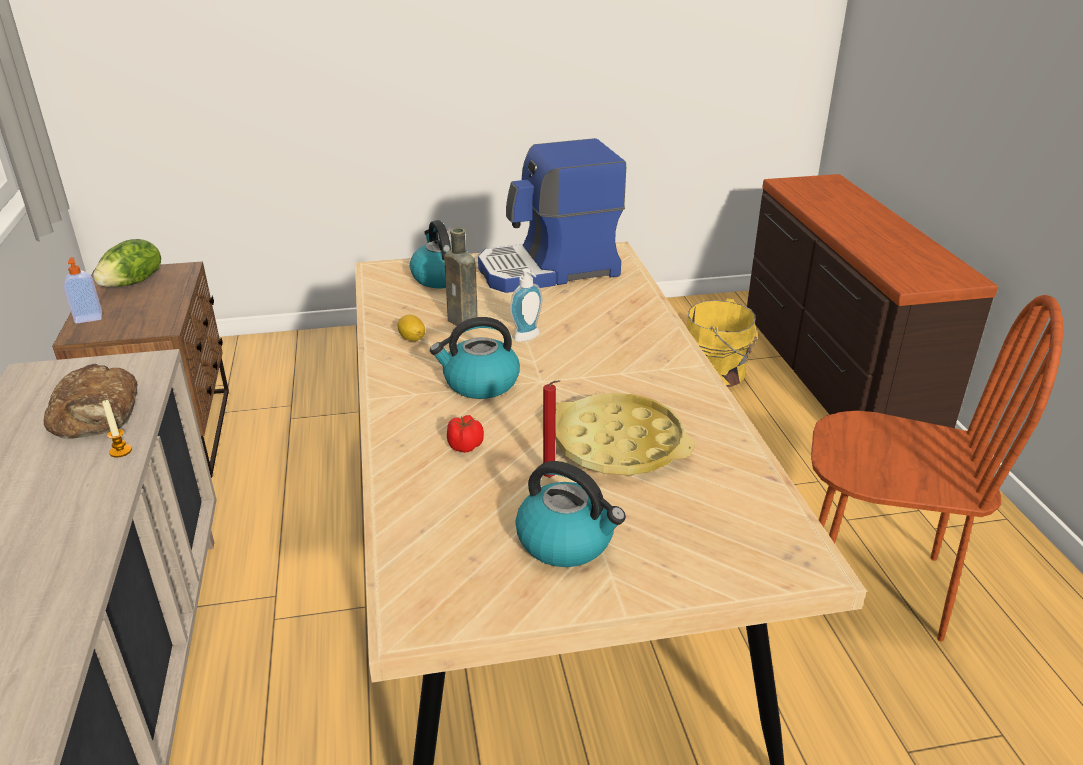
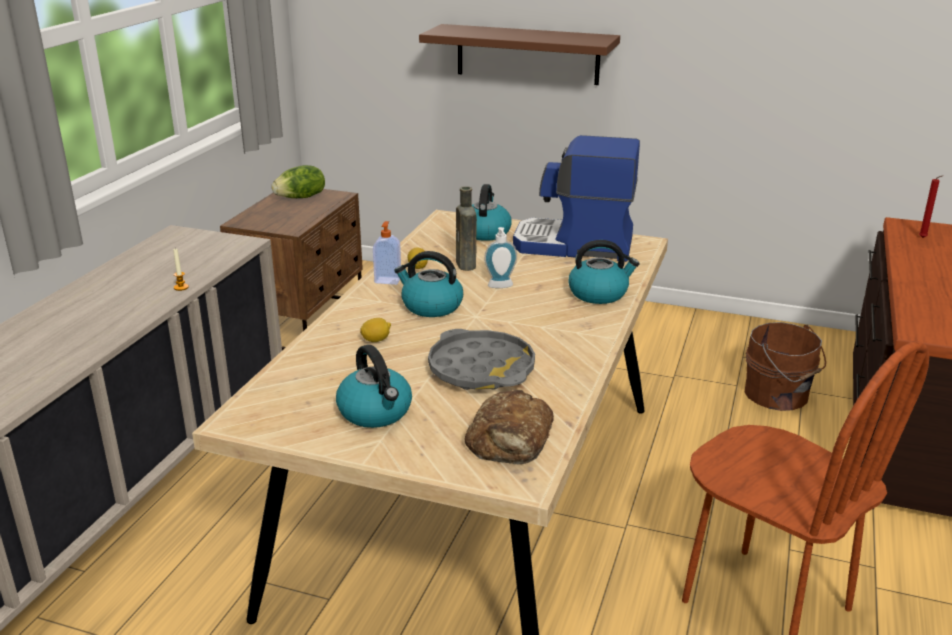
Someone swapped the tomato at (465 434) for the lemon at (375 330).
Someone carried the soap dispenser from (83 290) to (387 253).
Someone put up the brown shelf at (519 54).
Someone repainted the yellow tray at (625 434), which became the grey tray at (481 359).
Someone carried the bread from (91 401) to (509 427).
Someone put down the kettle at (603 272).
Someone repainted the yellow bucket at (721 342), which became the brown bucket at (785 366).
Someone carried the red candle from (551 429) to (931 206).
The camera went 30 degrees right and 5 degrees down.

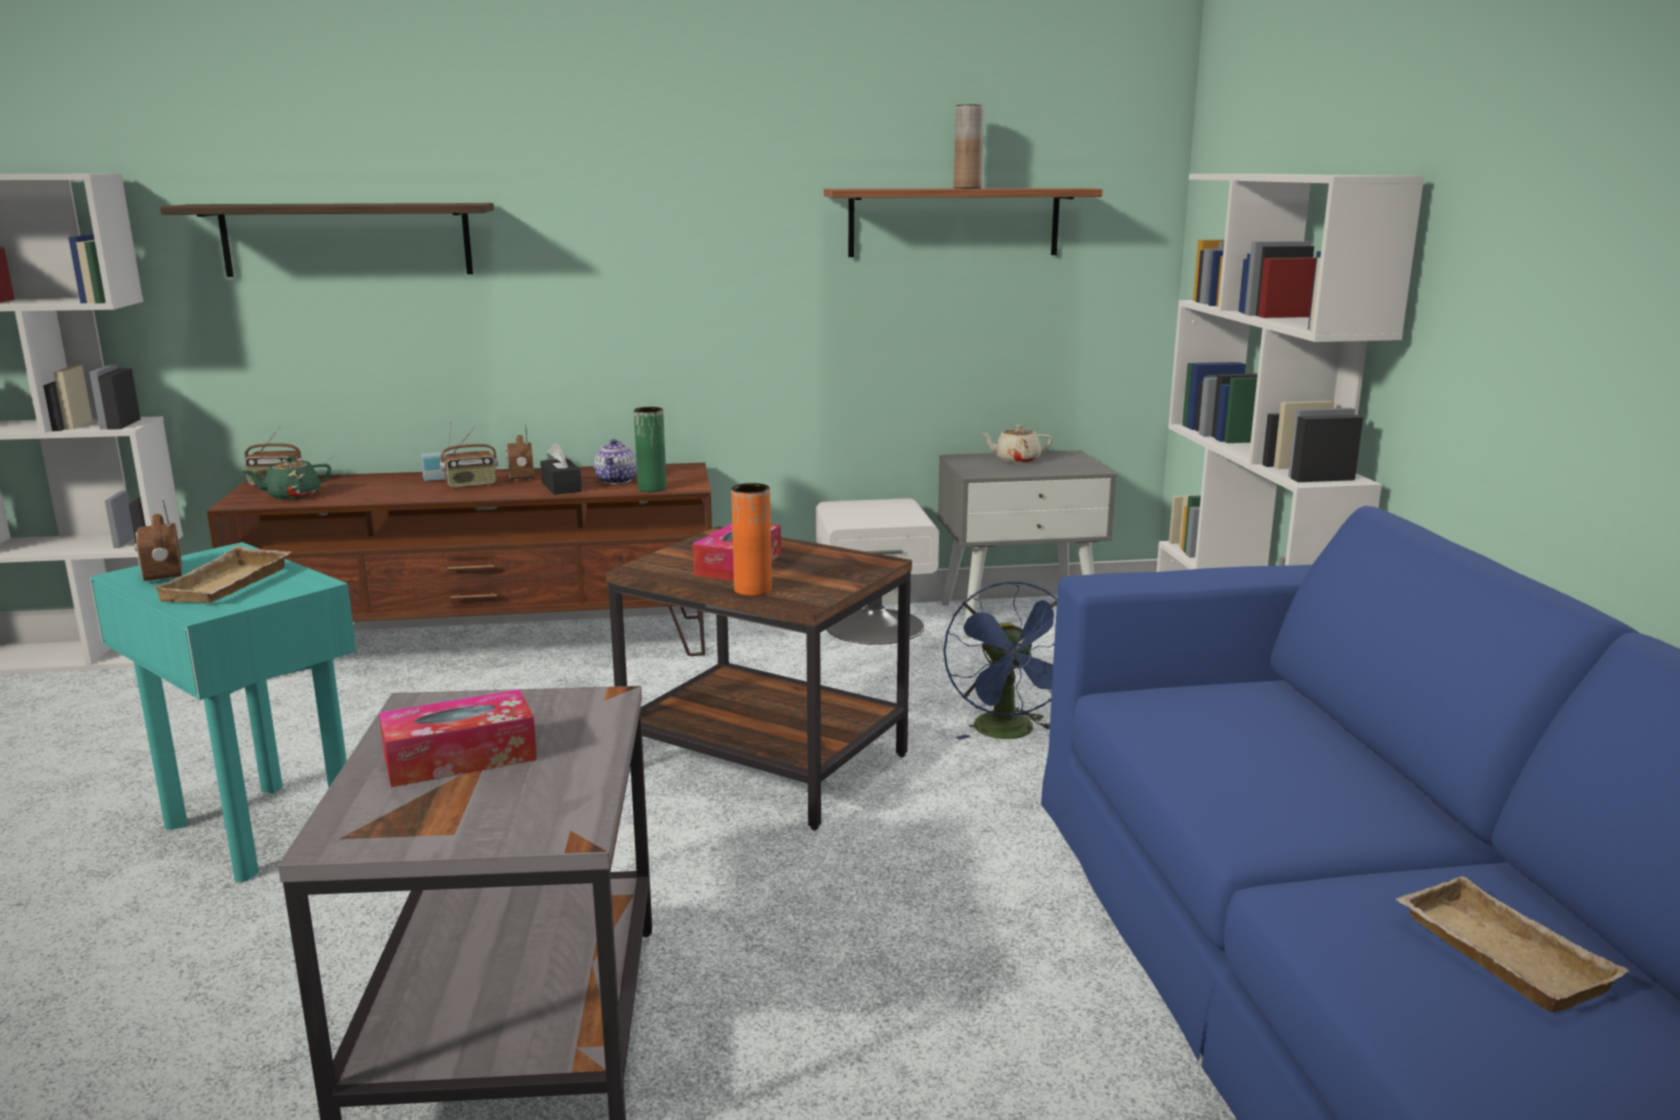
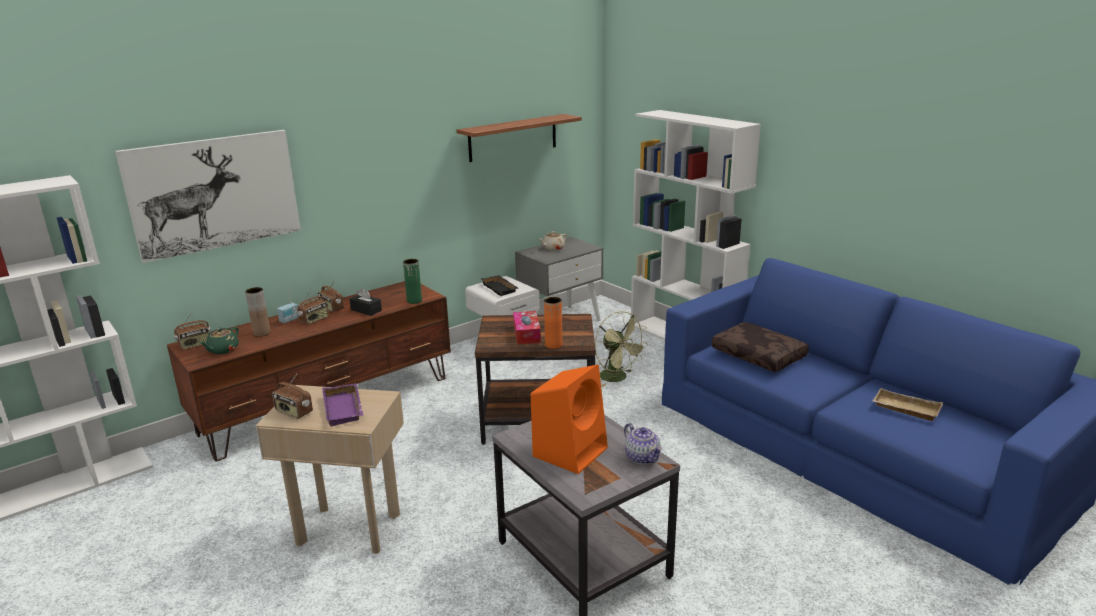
Someone swapped the shelf at (327 240) for the picture at (208 196).
Someone carried the brown vase from (969 146) to (257 312).
Someone repainted the turquoise side table at (222 712), which became the beige side table at (330 469).
Someone repainted the beige tray at (221 574), which became the purple tray at (342 404).
Someone put down the black tray at (499 285).
Someone swapped the tissue box at (458 738) for the orange speaker at (569 419).
Someone repainted the blue fan at (1000 660), which became the green fan at (621 349).
Someone carried the teapot from (615 461) to (643 443).
Someone put down the brown pillow at (760 347).
The camera went 30 degrees left and 5 degrees up.

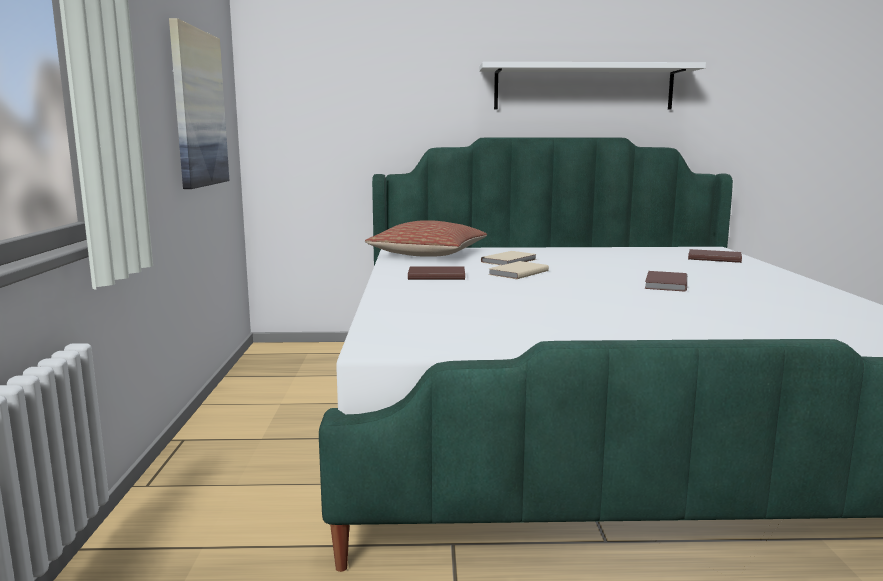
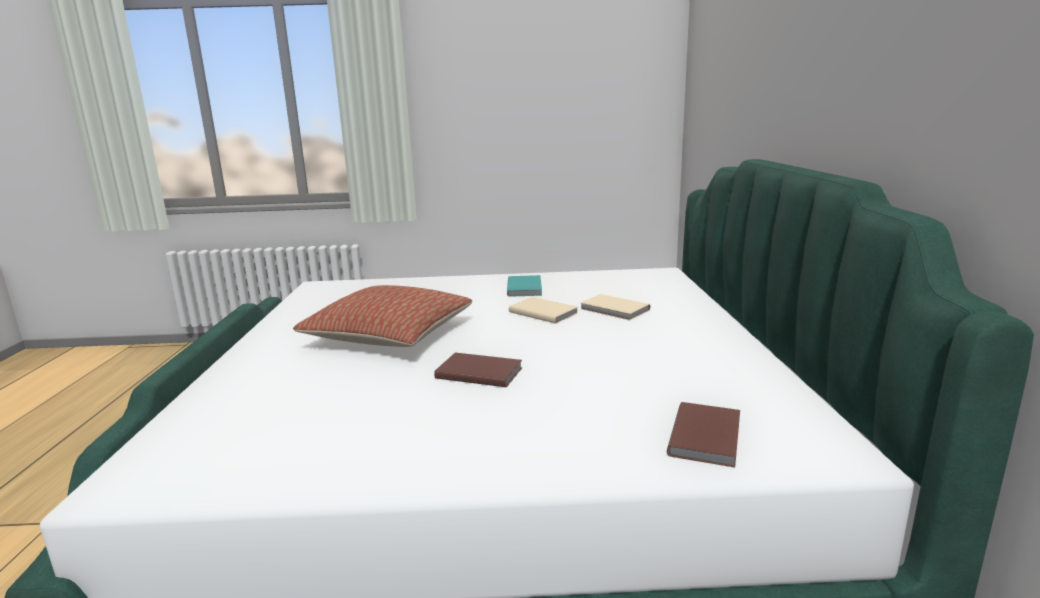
Someone carried the pillow from (426 238) to (382 316).
Someone repainted the brown book at (436 273), which became the turquoise book at (524 286).
Someone took away the picture at (199 103).
Someone took away the white shelf at (592 86).
The camera went 90 degrees right and 5 degrees up.

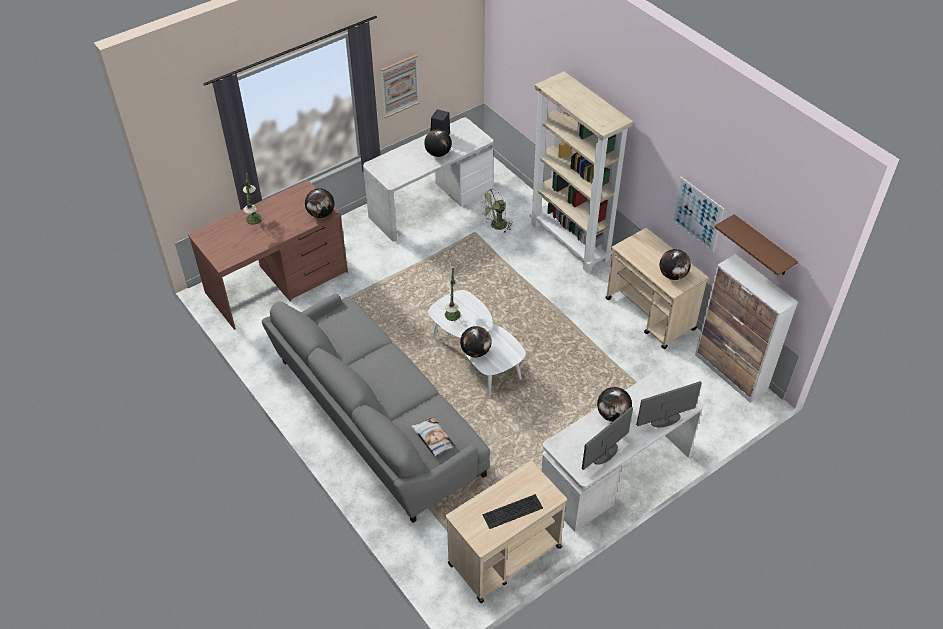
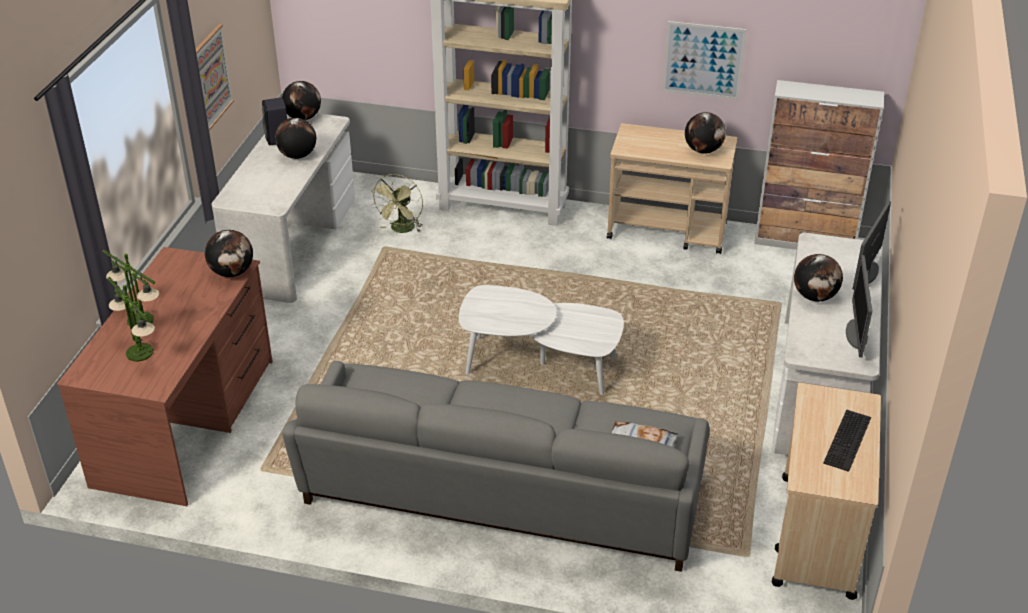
Someone carried the table lamp from (453 294) to (131 319).
Someone carried the globe from (476 341) to (301 100).
Someone took away the brown shelf at (756 245).
The camera went 40 degrees left and 10 degrees down.

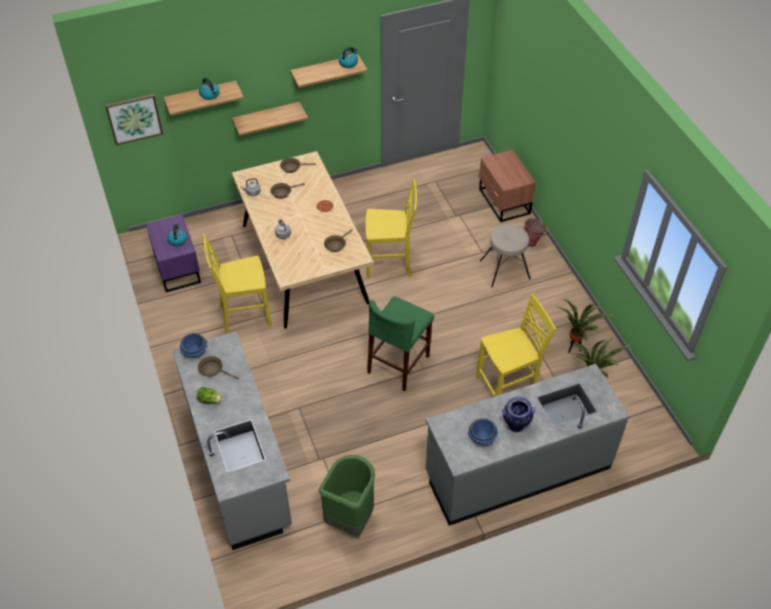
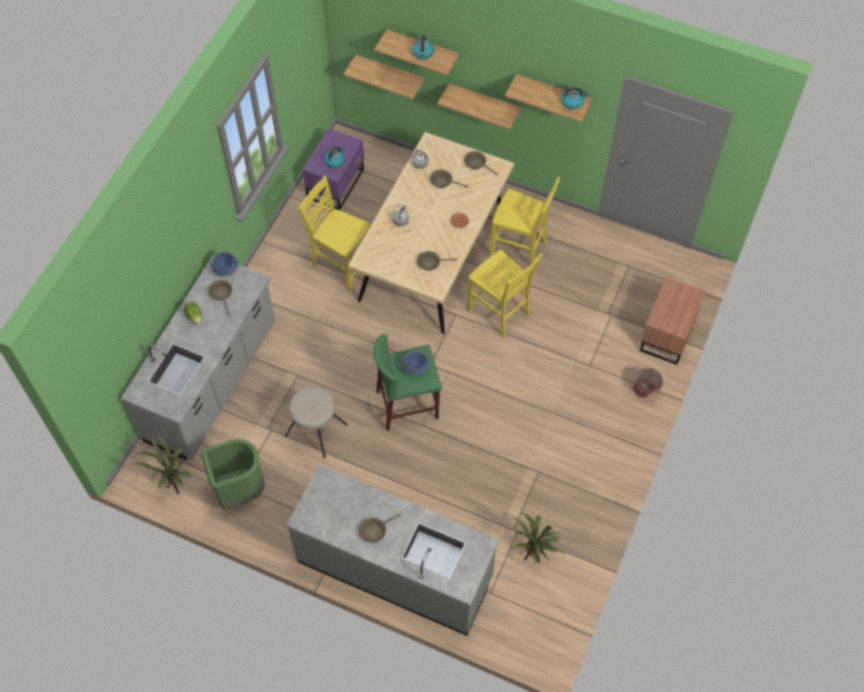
Someone carried the potted plant from (587 326) to (160 465).
Someone carried the beige stool from (505 255) to (316 422).
Someone put up the shelf at (384 77).
Someone swapped the vase at (519 414) for the brown frying pan at (380 528).
Someone carried the blue bowl from (483 431) to (416 363).
Someone carried the yellow chair from (516 345) to (524 220).
Someone took away the picture at (134 119).
The camera went 45 degrees right and 10 degrees up.

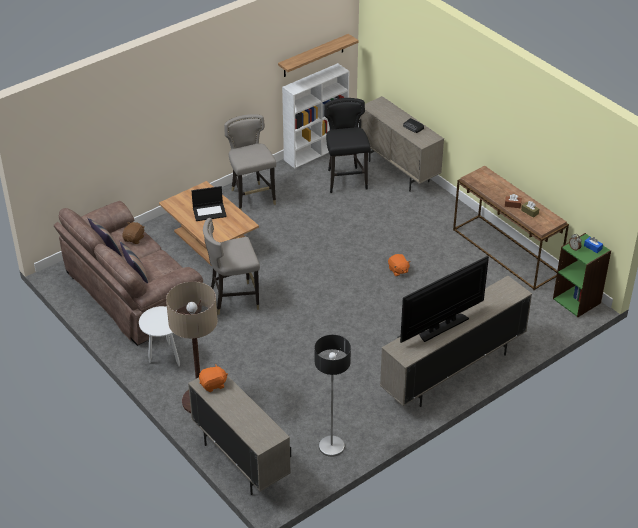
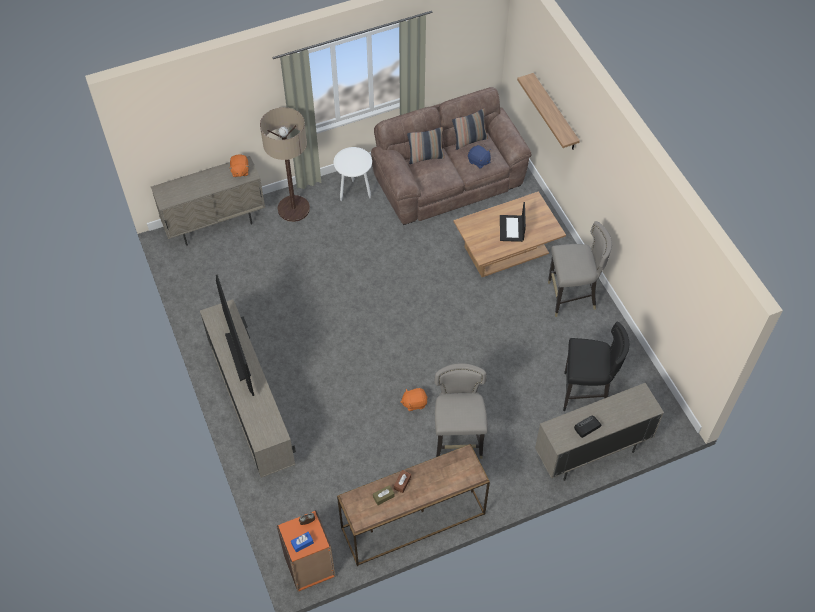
Someone repainted the green bookcase at (582 275), which became the orange bookcase at (306 551).
Someone carried the grey stool from (231 266) to (461 411).
Someone repainted the brown plush toy at (133 233), which became the blue plush toy at (479 157).
Someone carried the shelf from (318 55) to (548 111).
Someone took away the white bookcase at (315 116).
Someone took away the floor lamp at (332 396).
The camera went 105 degrees right and 15 degrees up.

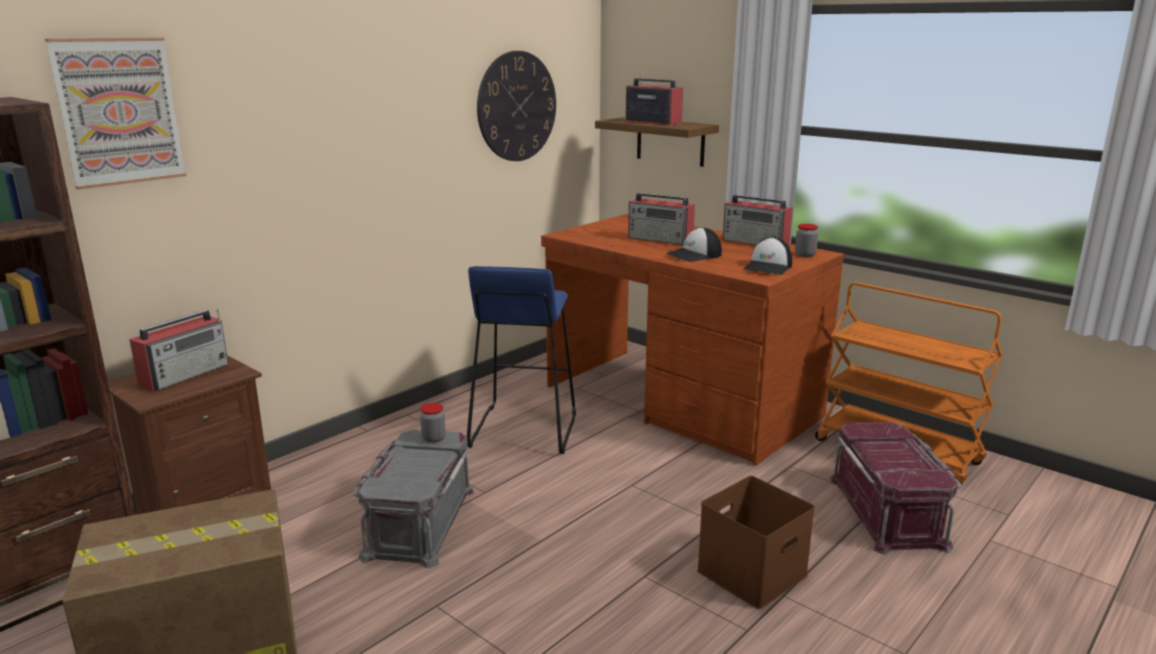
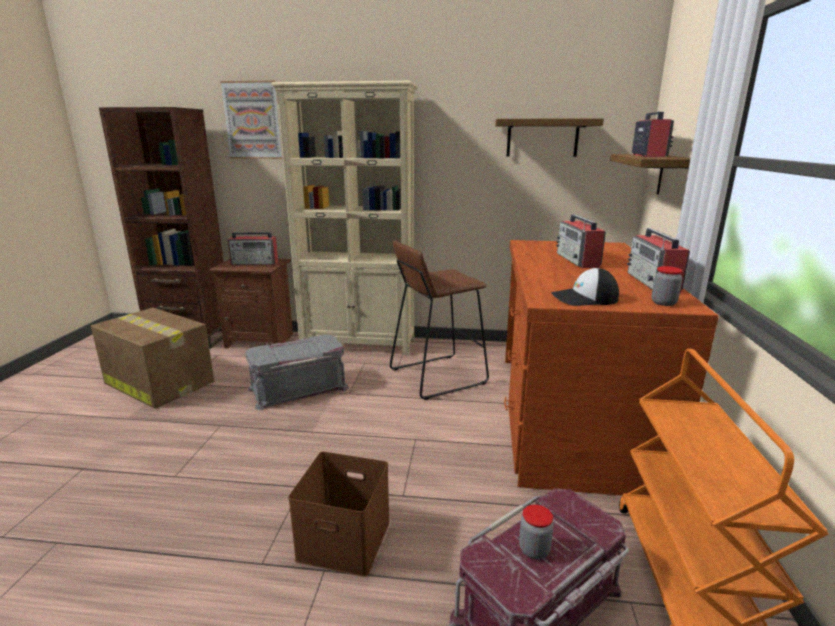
Someone put down the beige bookcase at (344 217).
Someone repainted the blue stool at (521 360), which became the brown stool at (439 320).
Someone swapped the wall clock at (516 106) for the shelf at (549 137).
Someone carried the jar from (433 423) to (536 531).
Someone took away the cap at (694 244).
The camera went 55 degrees right and 0 degrees up.

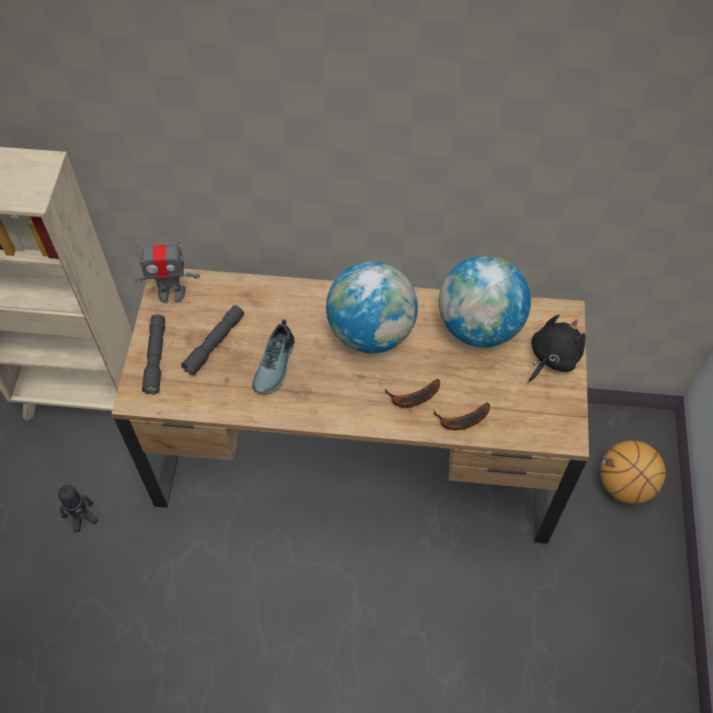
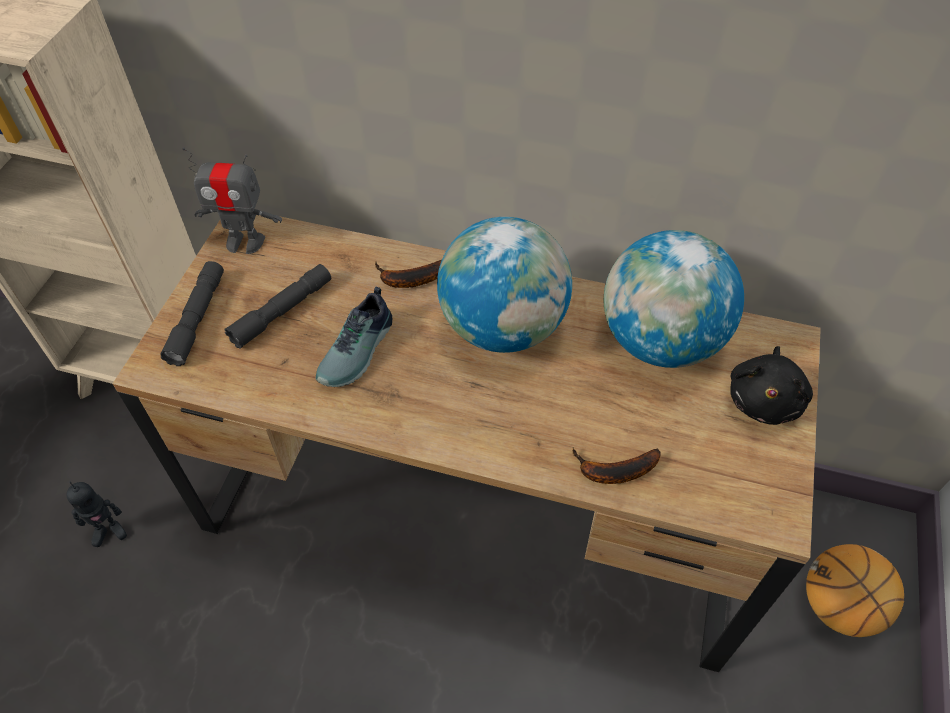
Someone carried the banana from (412 393) to (408 274).
Someone rotated the black plush toy at (557 348) by 150 degrees clockwise.
The camera went 10 degrees right and 5 degrees down.

